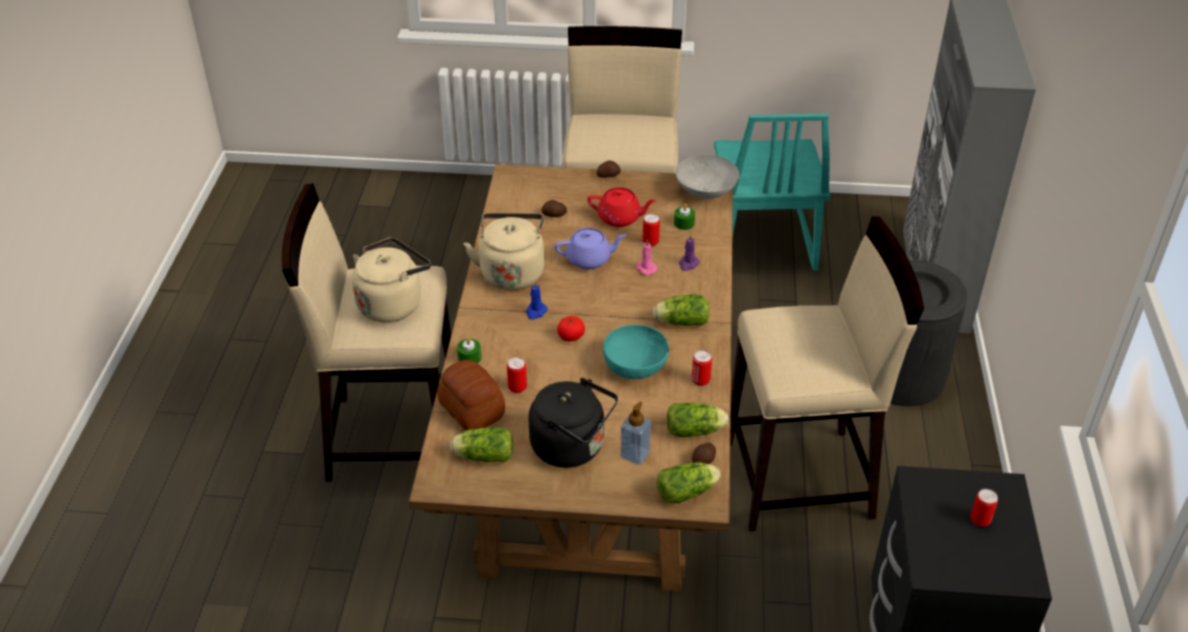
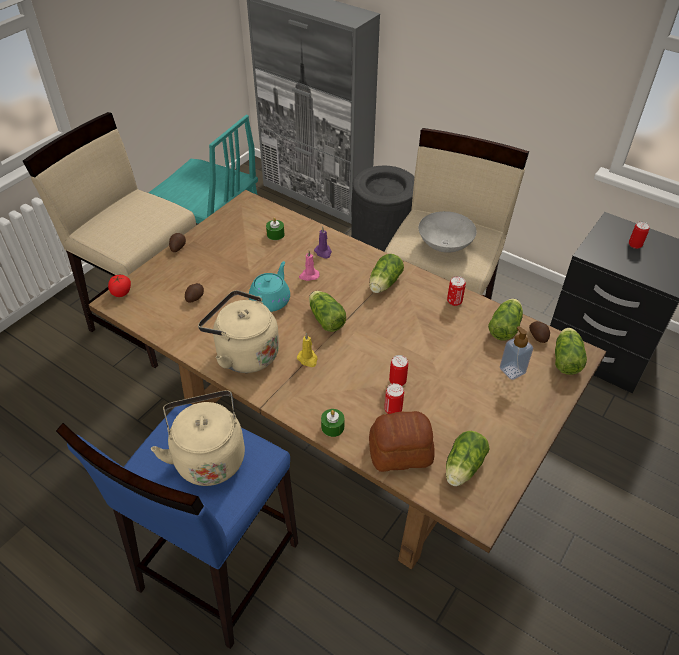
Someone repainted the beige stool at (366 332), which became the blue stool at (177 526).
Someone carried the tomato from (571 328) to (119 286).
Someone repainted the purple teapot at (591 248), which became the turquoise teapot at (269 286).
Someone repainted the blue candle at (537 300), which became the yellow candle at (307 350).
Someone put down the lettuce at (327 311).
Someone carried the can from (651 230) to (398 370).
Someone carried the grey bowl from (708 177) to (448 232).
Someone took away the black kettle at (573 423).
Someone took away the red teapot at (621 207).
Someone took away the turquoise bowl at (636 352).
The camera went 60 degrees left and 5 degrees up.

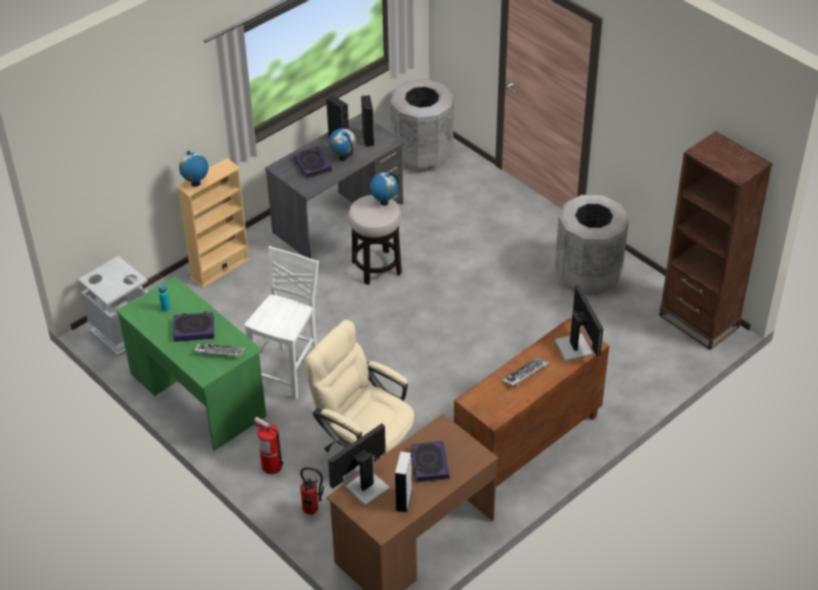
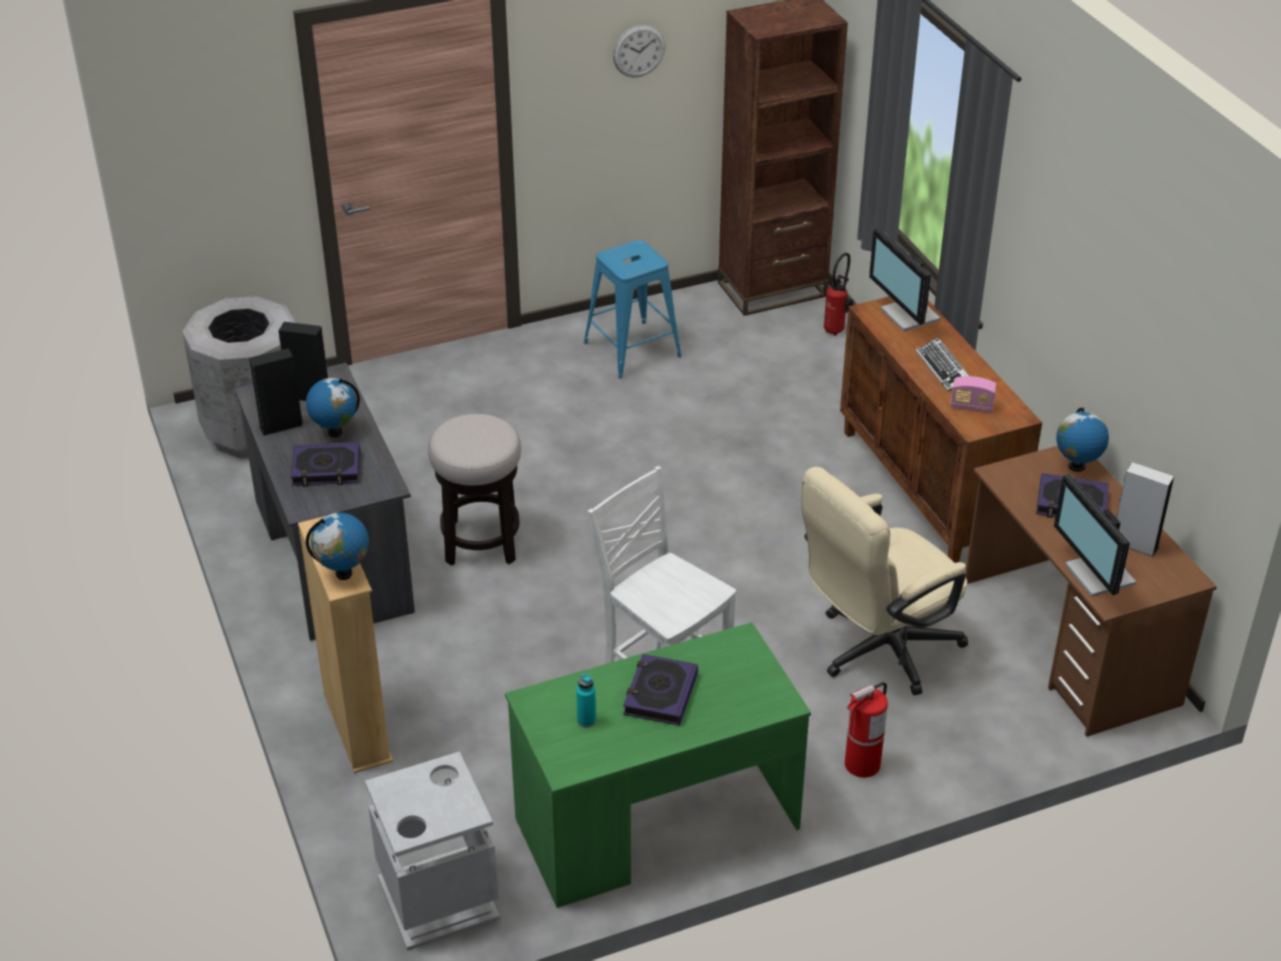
Someone swapped the grey trash can at (592 245) for the blue stool at (633 309).
Someone put up the wall clock at (639 51).
Someone carried the fire extinguisher from (312 491) to (838 294).
Someone rotated the monitor at (578 323) by 120 degrees counterclockwise.
Someone put down the radio at (973 394).
Someone carried the globe from (384 189) to (1082 440).
Someone took away the keyboard at (219 350).
The camera went 70 degrees left and 5 degrees down.

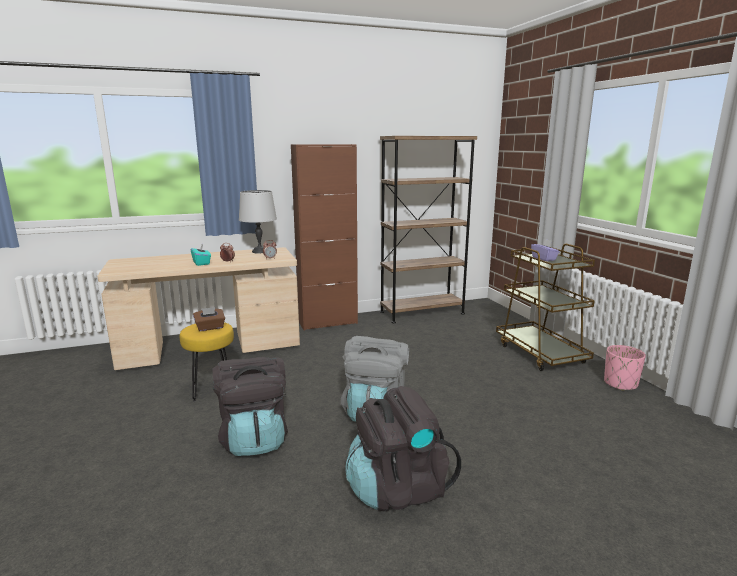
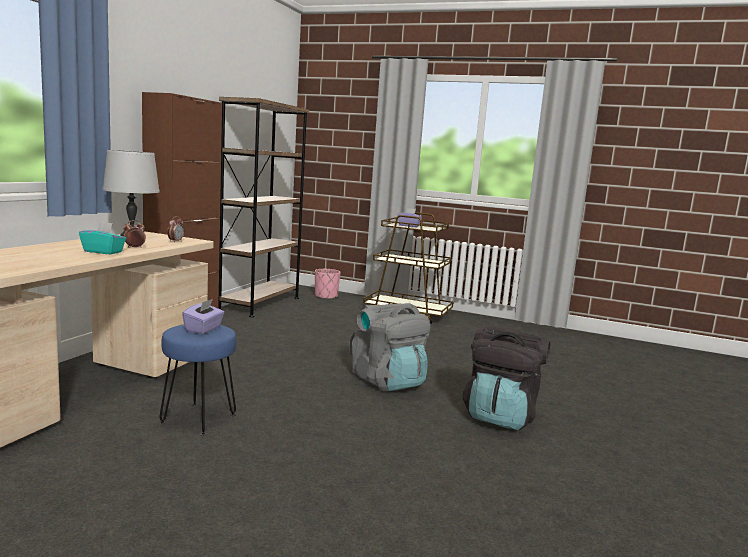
Someone repainted the yellow stool at (207 362), which became the blue stool at (198 380).
Someone repainted the brown tissue box at (209 319), which became the purple tissue box at (203 316).
Someone carried the pink planter from (625 368) to (328 284).
Someone took away the black backpack at (250 406).
The camera went 50 degrees left and 5 degrees down.

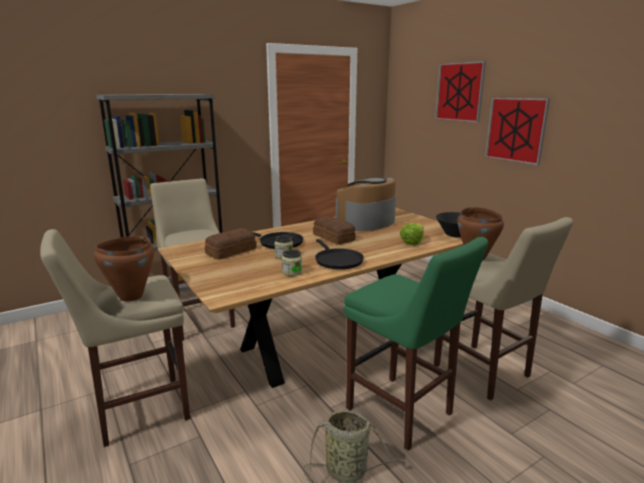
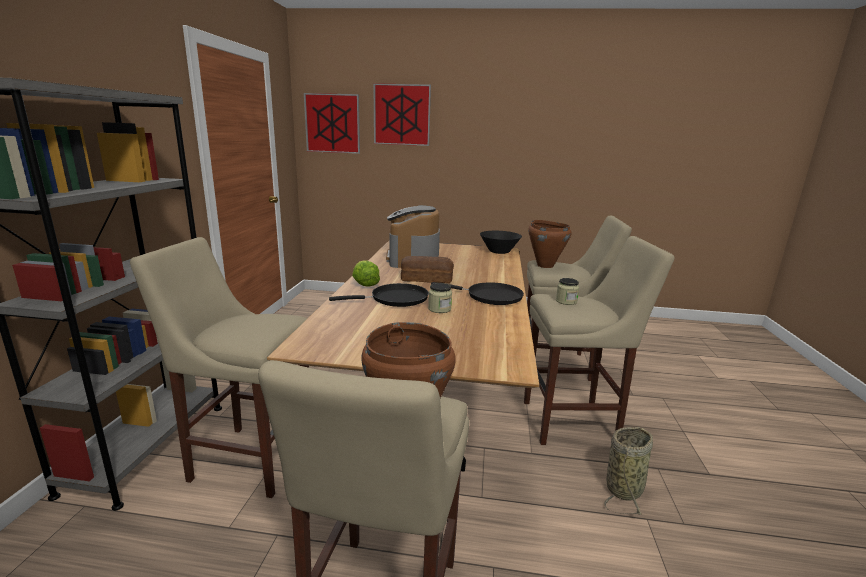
Someone carried the picture from (517 131) to (332 123).
Someone carried the lettuce from (412 234) to (366 273).
Someone repainted the green stool at (415 344), which became the beige stool at (599 340).
Someone carried the jar from (292 263) to (567 291).
Someone took away the bread at (231 244).
The camera went 50 degrees left and 0 degrees up.

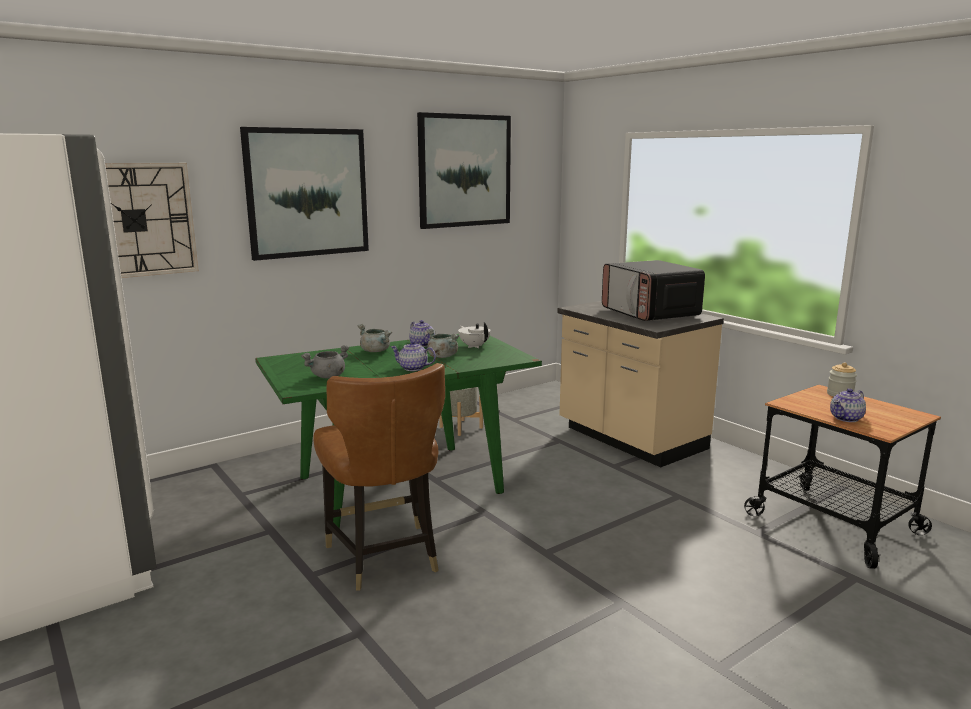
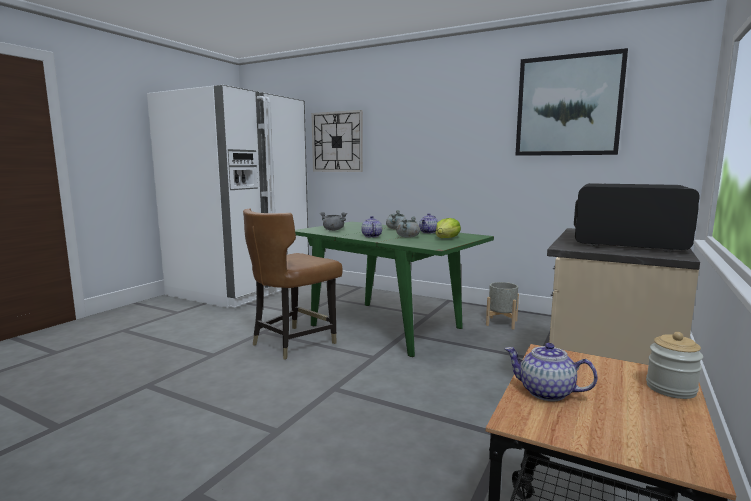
Someone swapped the white teapot at (474 335) for the lettuce at (448 228).
Someone rotated the microwave at (653 290) by 75 degrees clockwise.
Someone took away the picture at (304 194).
The camera went 65 degrees right and 5 degrees down.

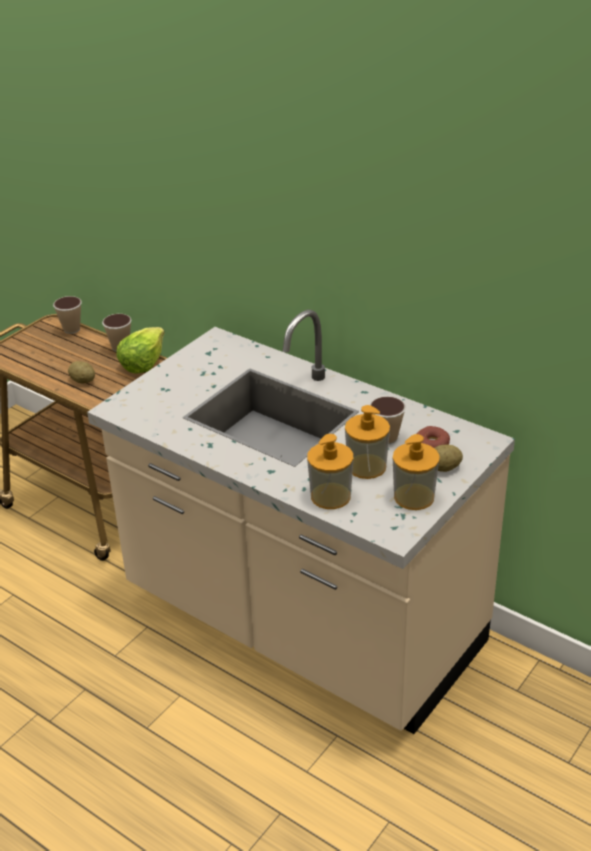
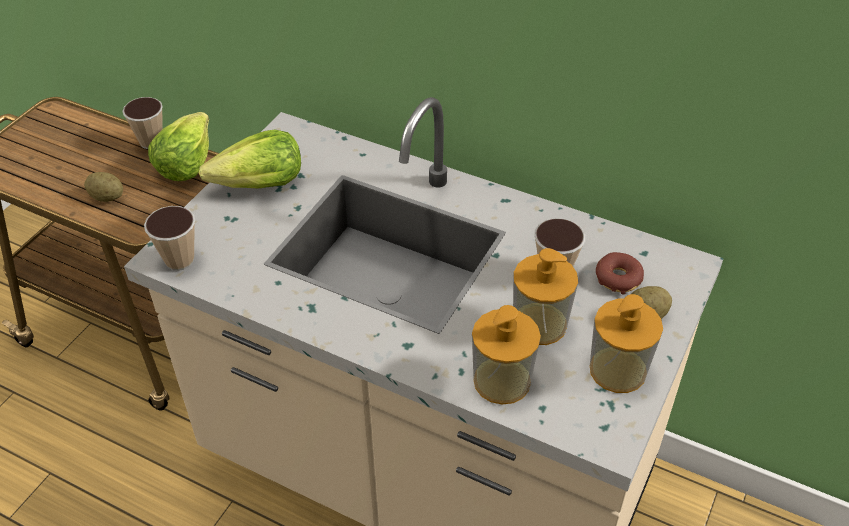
Someone carried the cup from (67 315) to (169 238).
Someone put down the lettuce at (250 159).
The camera went 10 degrees left and 10 degrees up.

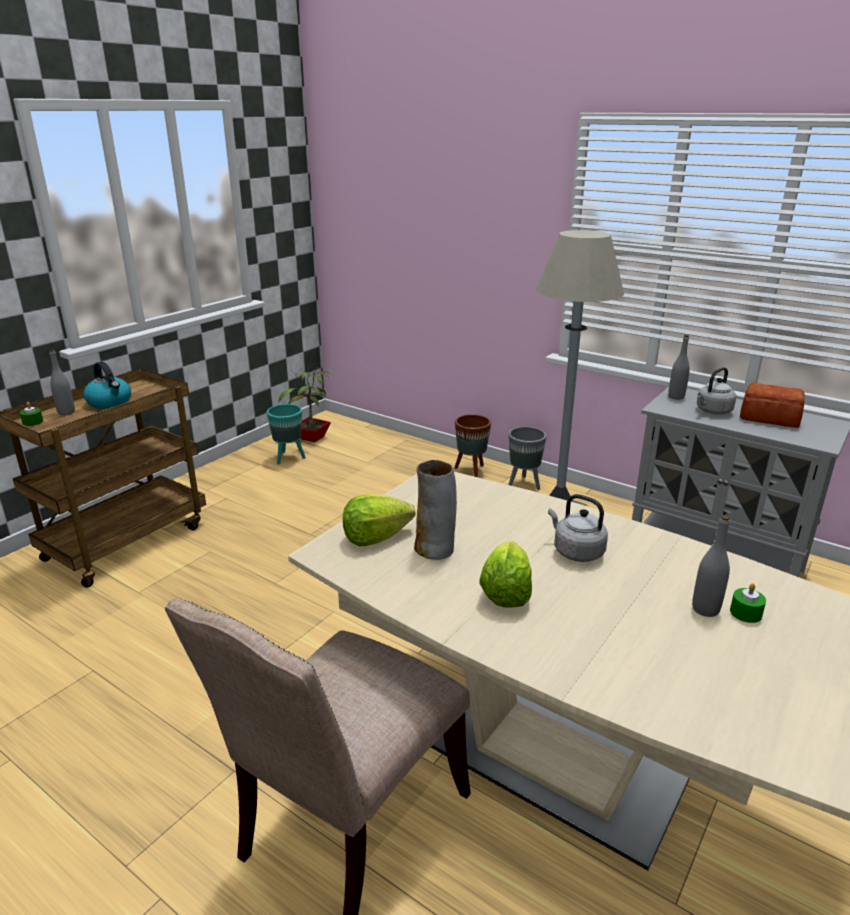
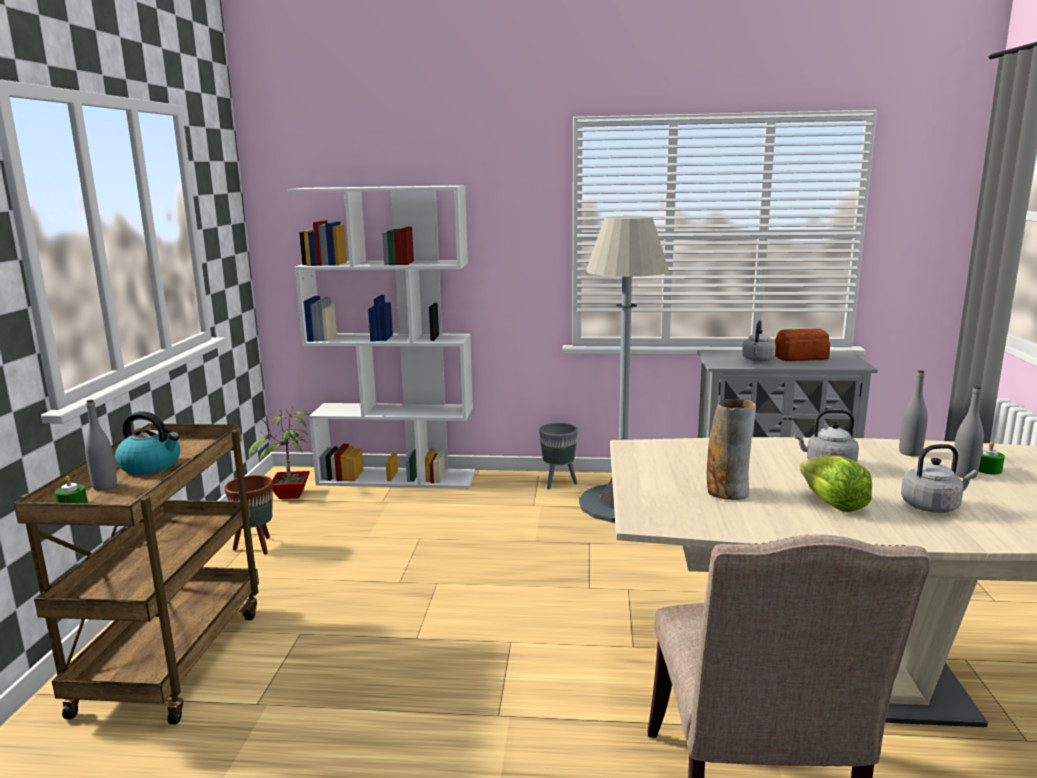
Someone carried the brown planter from (473 445) to (248 515).
Someone put down the white bookcase at (381 337).
Someone carried the grey bottle from (679 367) to (913 413).
Someone put down the grey kettle at (939 478).
Someone took away the turquoise planter at (286 434).
Someone took away the lettuce at (379 520).
The camera went 30 degrees left and 10 degrees down.

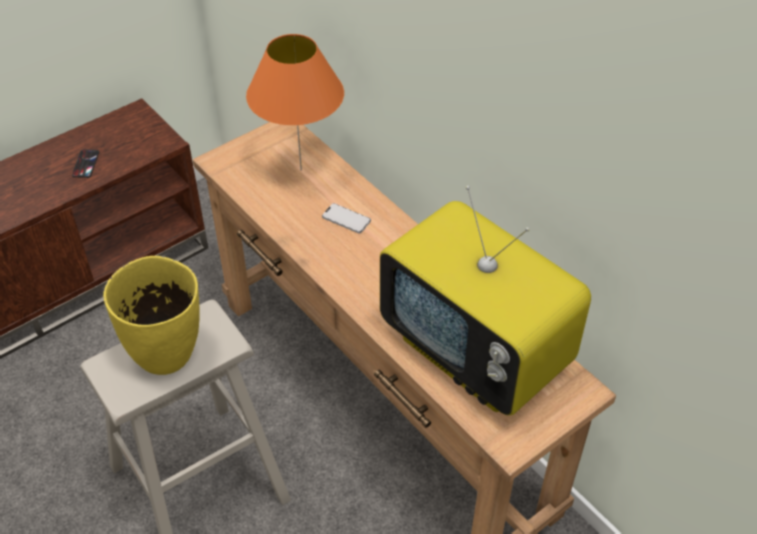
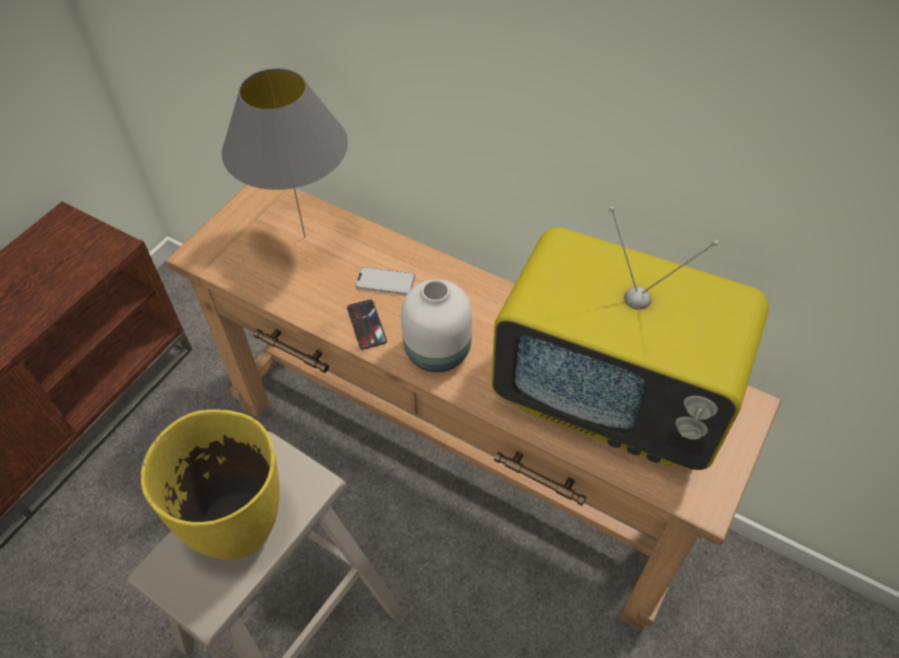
Someone repainted the orange table lamp at (295 102), which became the grey table lamp at (285 153).
Someone carried the phone from (85 163) to (367 325).
Someone put down the white vase at (436 325).
The camera went 20 degrees left and 5 degrees up.

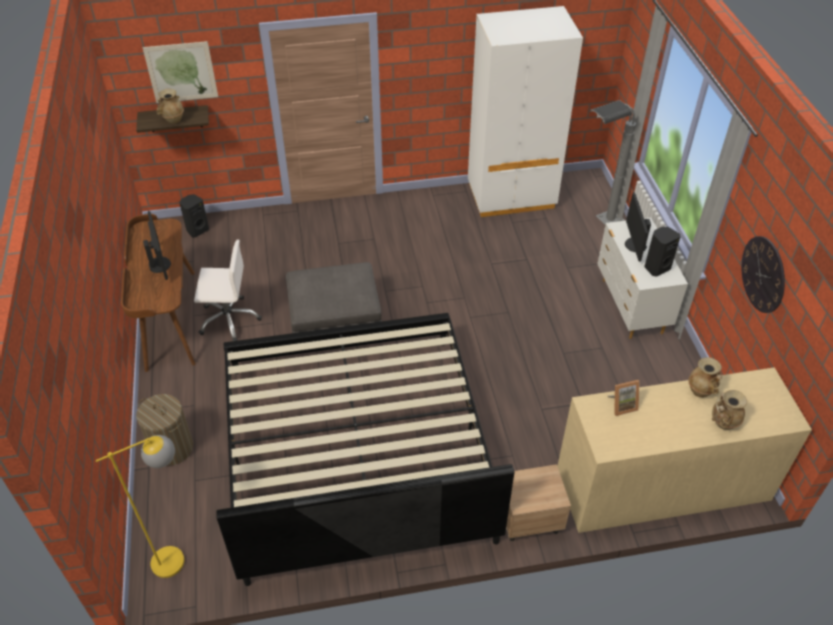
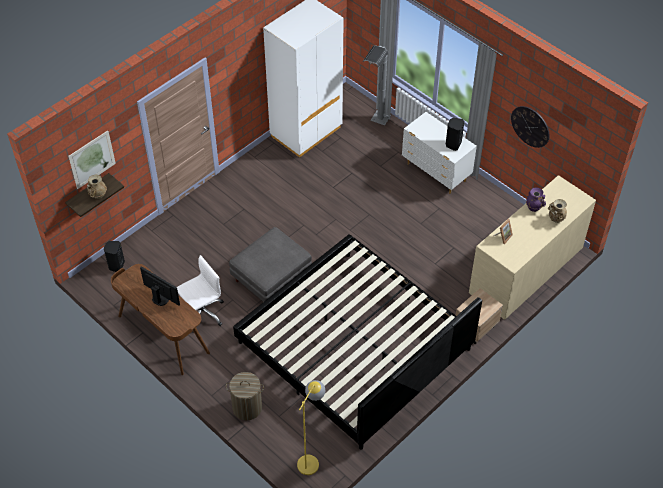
Someone repainted the beige vase at (705 377), which became the purple vase at (536 199).
Someone took away the monitor at (638 227).
The camera went 35 degrees left and 5 degrees up.

